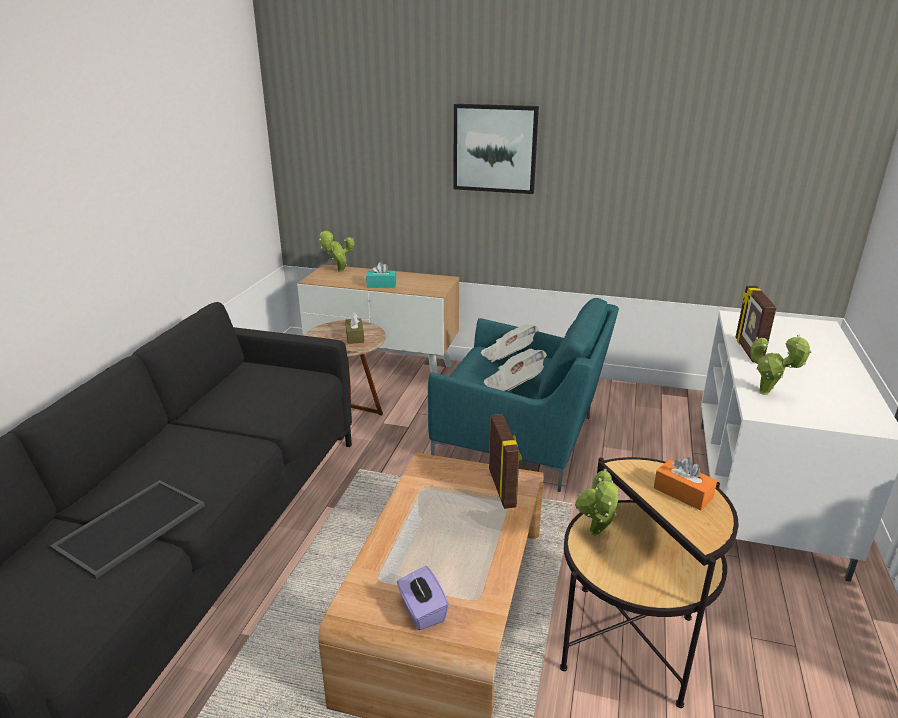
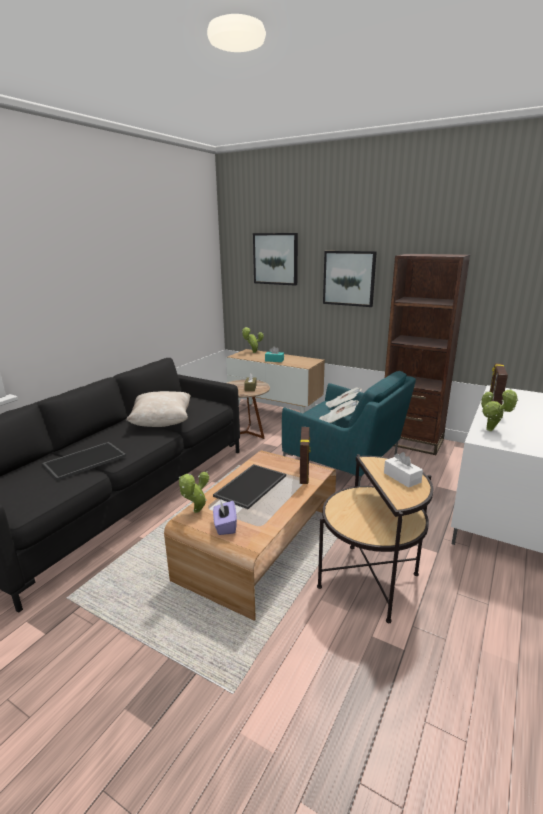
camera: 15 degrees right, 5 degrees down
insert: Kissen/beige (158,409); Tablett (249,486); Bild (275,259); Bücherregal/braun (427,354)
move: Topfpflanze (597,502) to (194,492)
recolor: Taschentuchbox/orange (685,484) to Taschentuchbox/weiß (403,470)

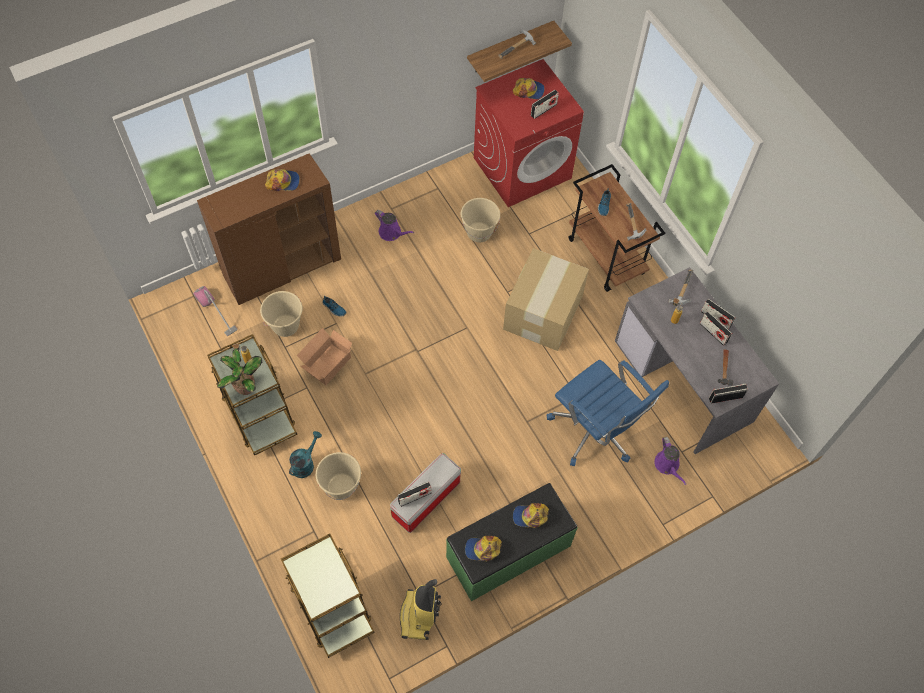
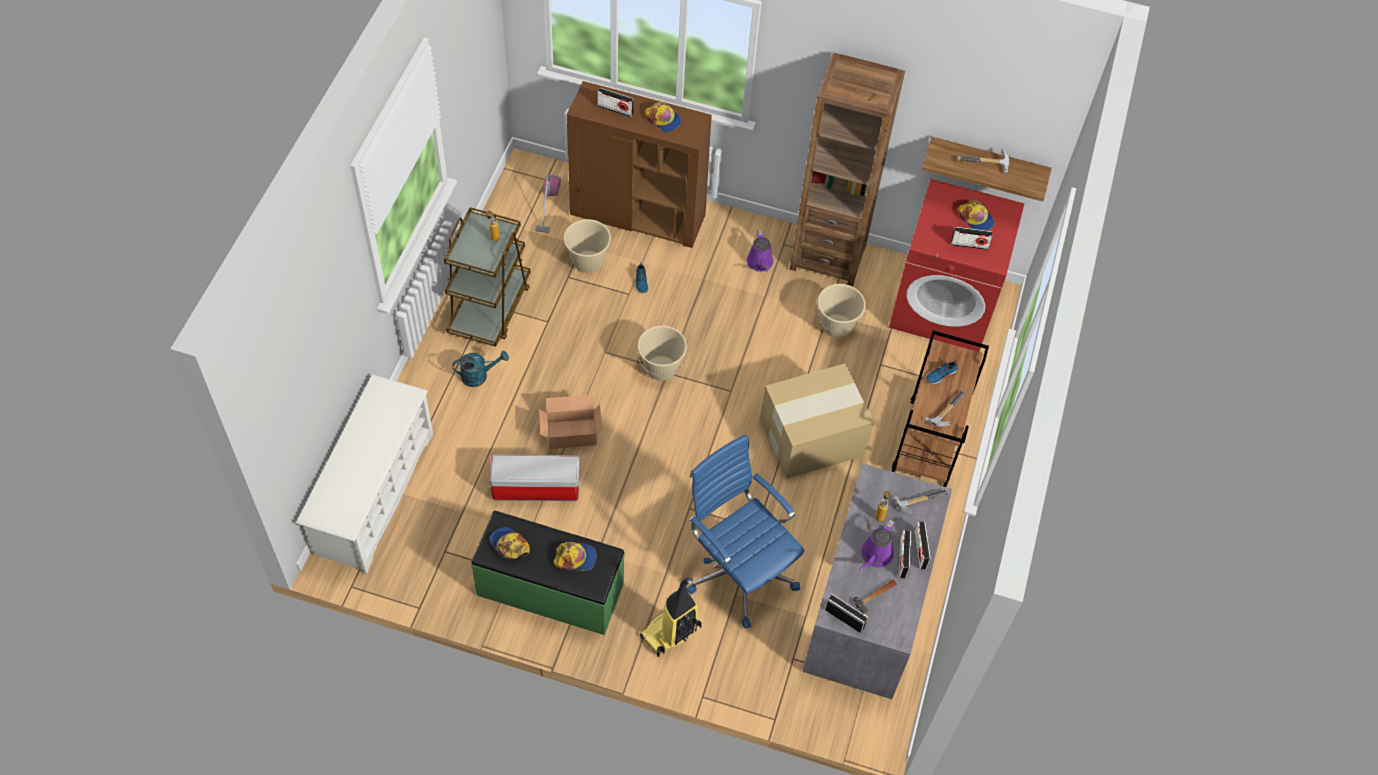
camera: 45 degrees right, 5 degrees down
delete: Topfpflanze (239,371)
insert: Bücherregal/braun (847,169)
move: Karton (325,356) to (571,422); Eimer/beige (338,476) to (662,353); Radio (414,494) to (615,102); Staubsauger (420,609) to (671,617); Gießkanne/lila (670,461) to (877,545)
replace: Rollwagen/braun (328,596) to Schuhregal/weiß (364,474)
rotate: Kappe (531,515) = (575,556) 135 degrees clockwise; Bürostuhl/blau (608,413) = (745,532) 135 degrees clockwise

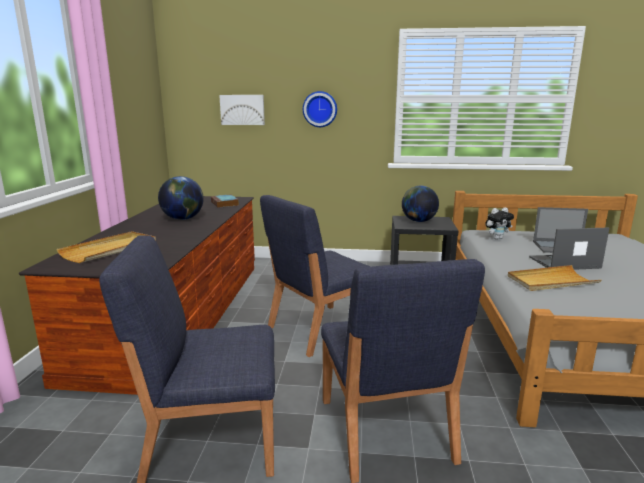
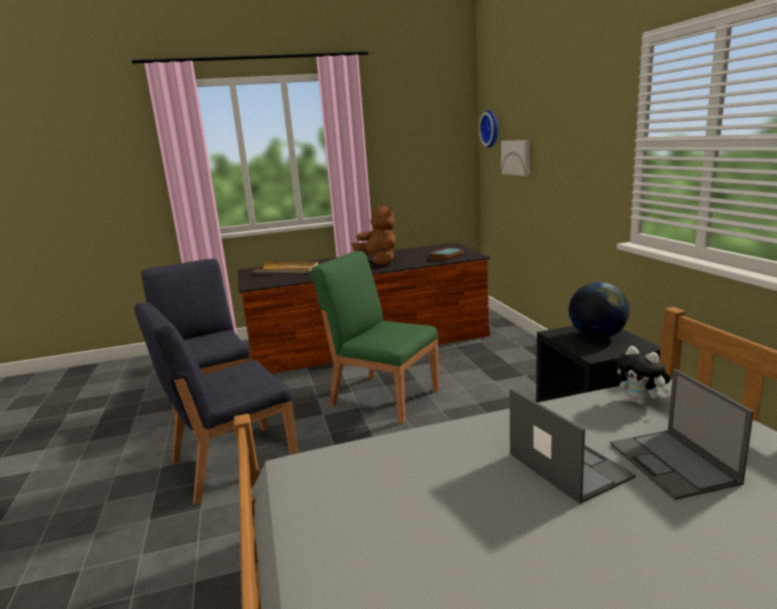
camera: 70 degrees right, 0 degrees up
delete: Tablett/beige (555,278)
move: Wanduhr (320,109) to (488,129)
replace: Globus (181,198) to Plüschtier/braun (374,235)
recolor: Stuhl/blau (315,276) to Stuhl/grün (375,337)

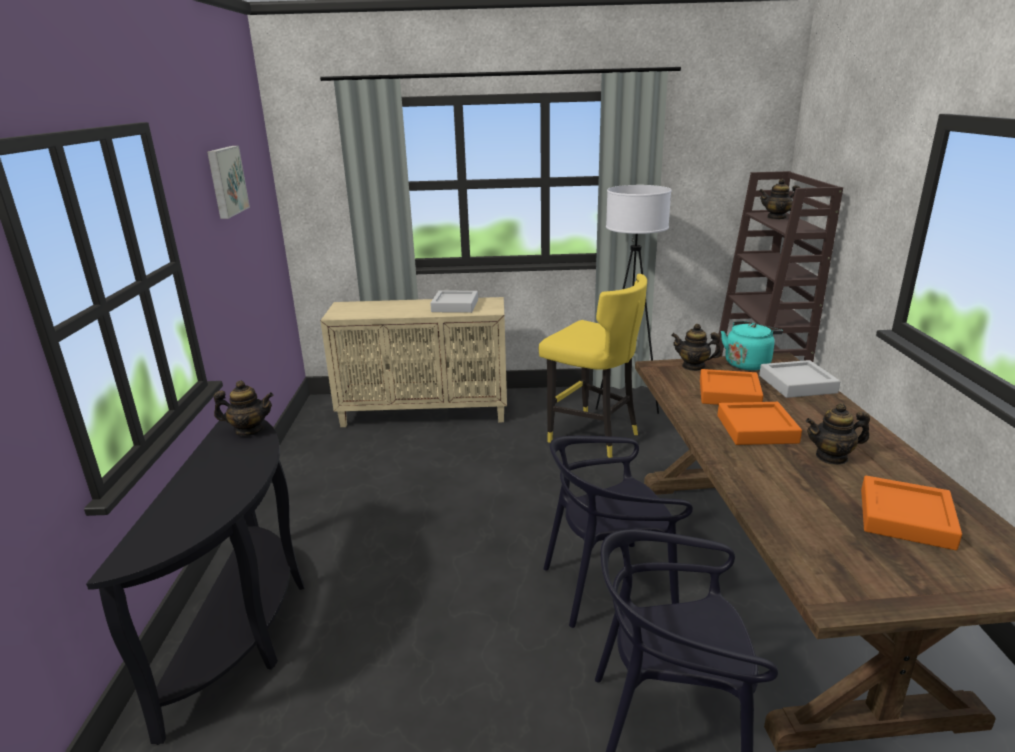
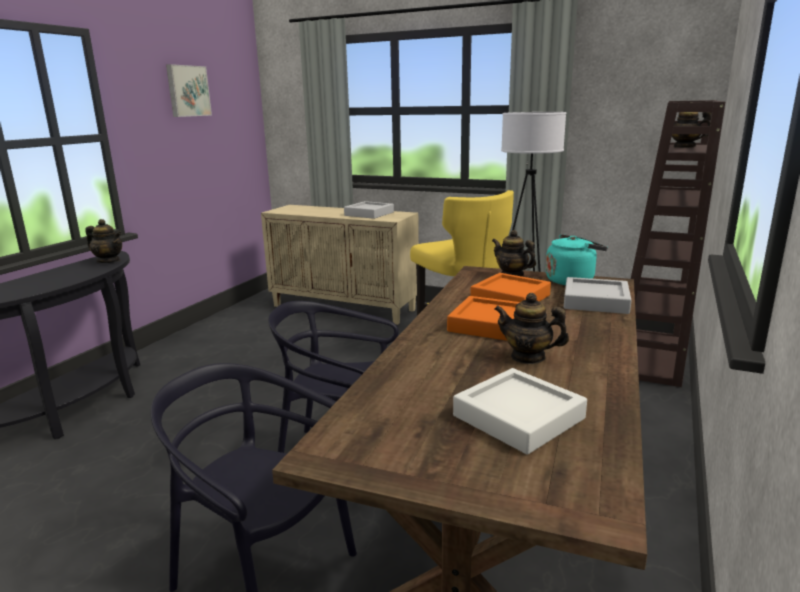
camera: 25 degrees right, 5 degrees down
recolor: Tablett/orange (911,513) to Tablett/weiß (520,411)

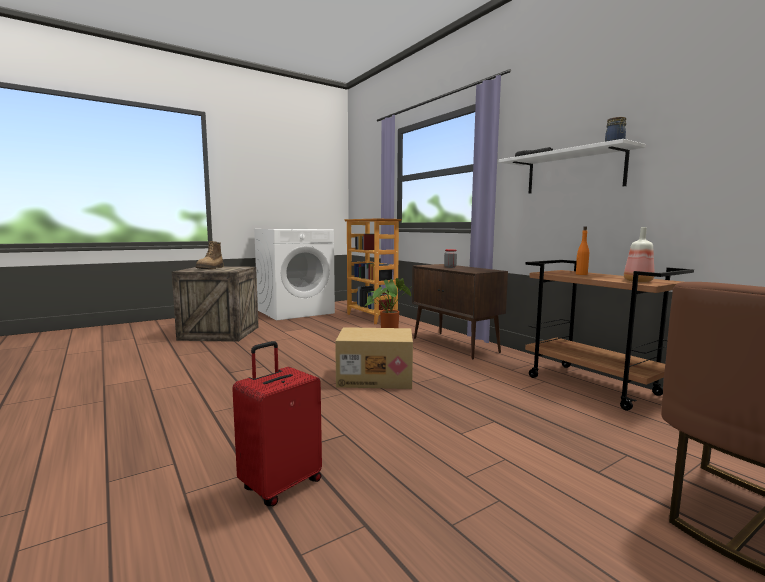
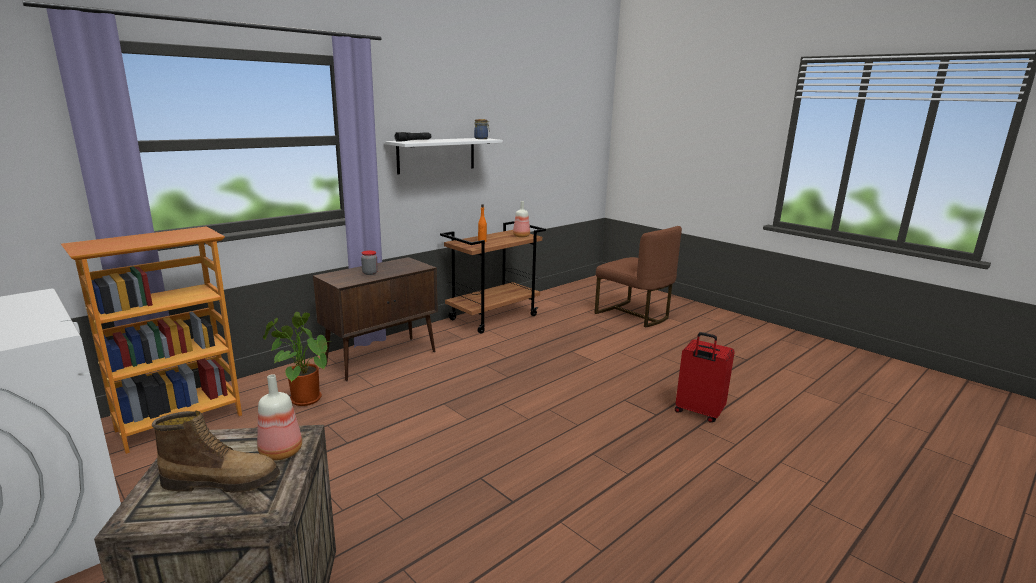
camera: 100 degrees left, 10 degrees up
delete: Karton (374,358)
insert: Flasche (279,417)

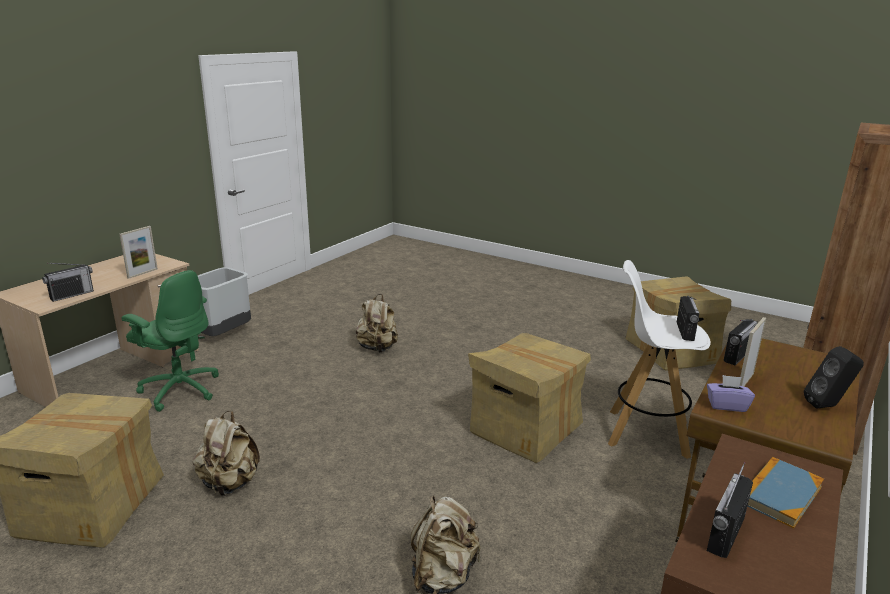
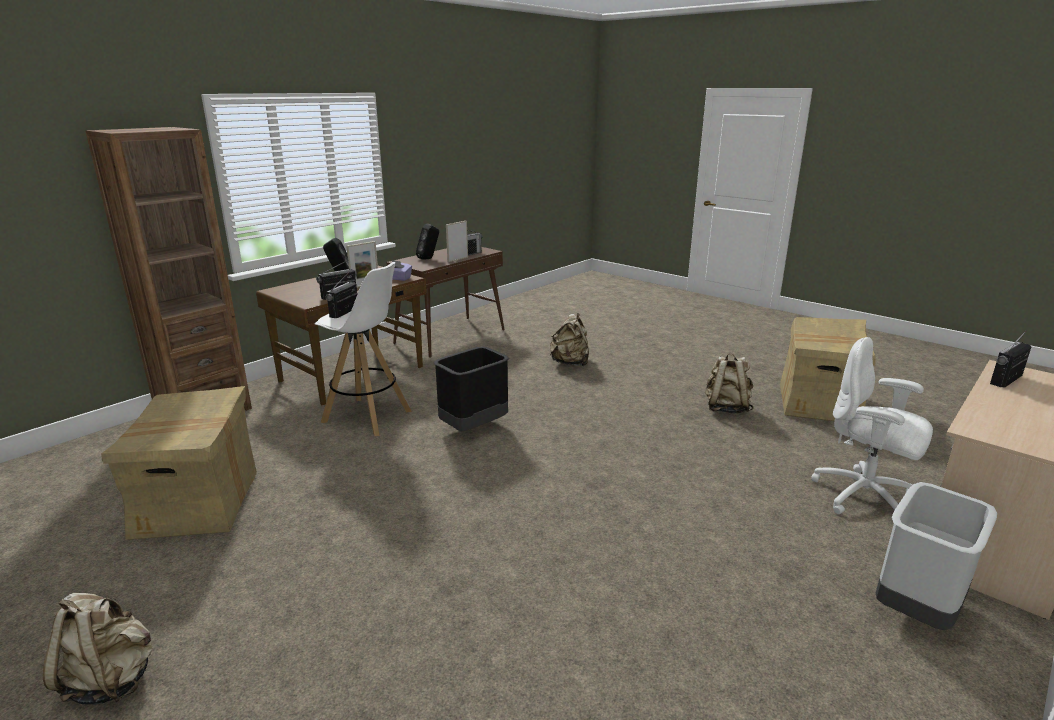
camera: 170 degrees left, 0 degrees up
move: Bilderrahmen (138,252) to (457,241); Rucksack/beige (377,323) to (98,649)
replace: Karton (529,398) to Mülleimer/schwarz (471,388); Buch (785,492) to Lautsprecher/schwarz (427,241)
recolor: Bürostuhl/grün (170,341) to Bürostuhl/weiß (872,425)

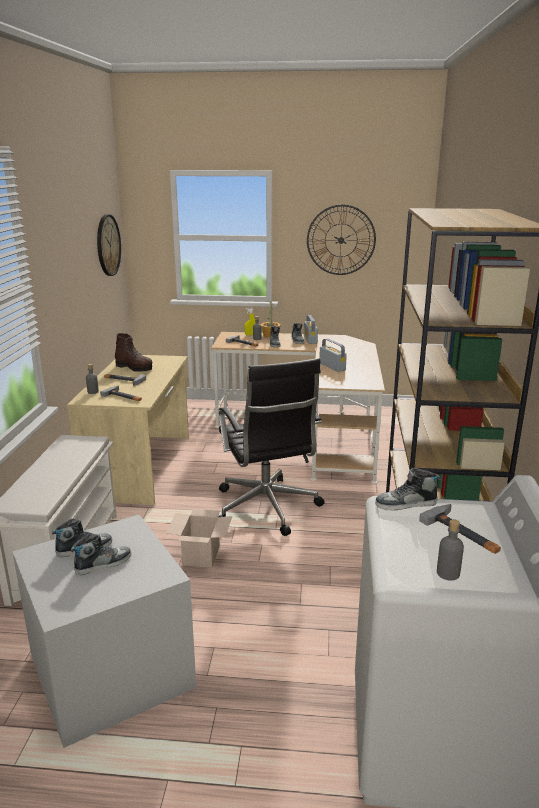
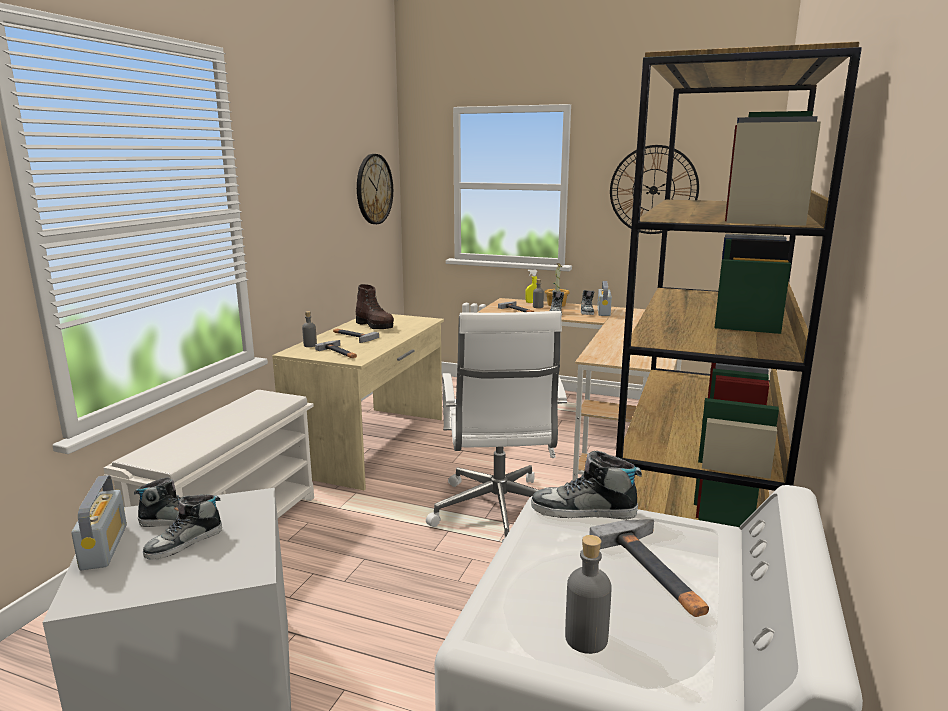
camera: 15 degrees right, 5 degrees down
delete: Karton (199,538)
move: Radio (333,355) to (99,522)
recolor: Bürostuhl/schwarz (271,447) to Bürostuhl/weiß (496,427)
rotate: Schuh (101,554) = (182,527) 150 degrees clockwise

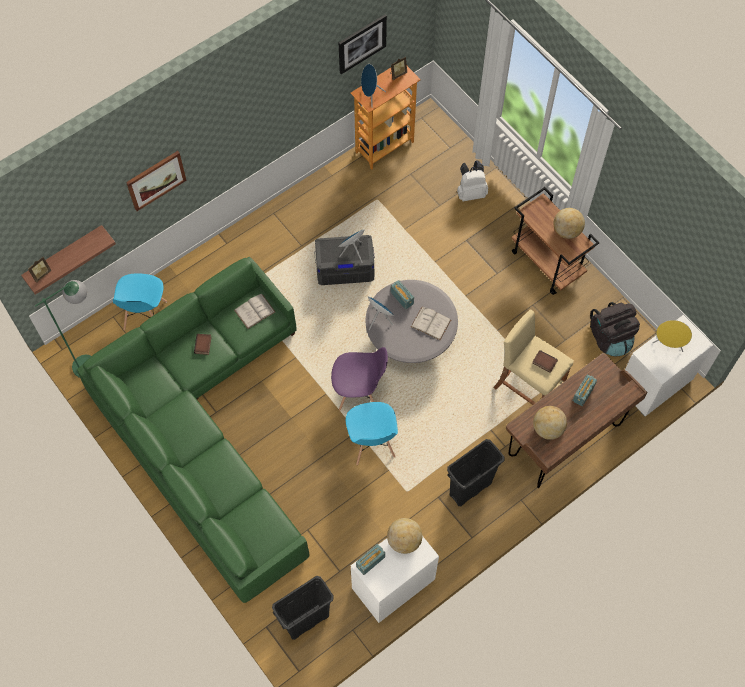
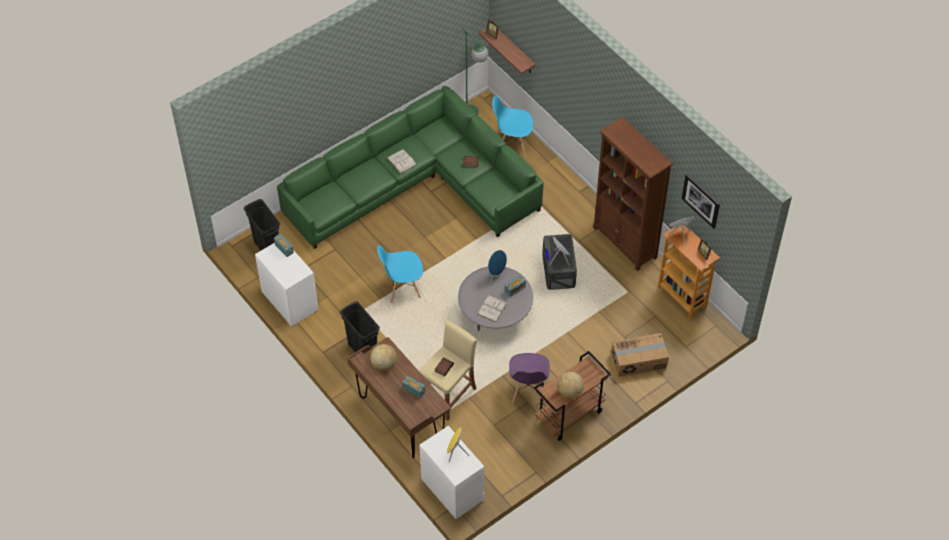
camera: 90 degrees right, 10 degrees down
delete: Bild (156,181); Globus (404,536); Rucksack/schwarz (615,329)
insert: Bücherregal/braun (633,194)
move: Buch/weiß (254,311) to (402,161); Stuhl/lila (359,379) to (529,378)
replace: Rucksack/weiß (472,180) to Karton (640,355)

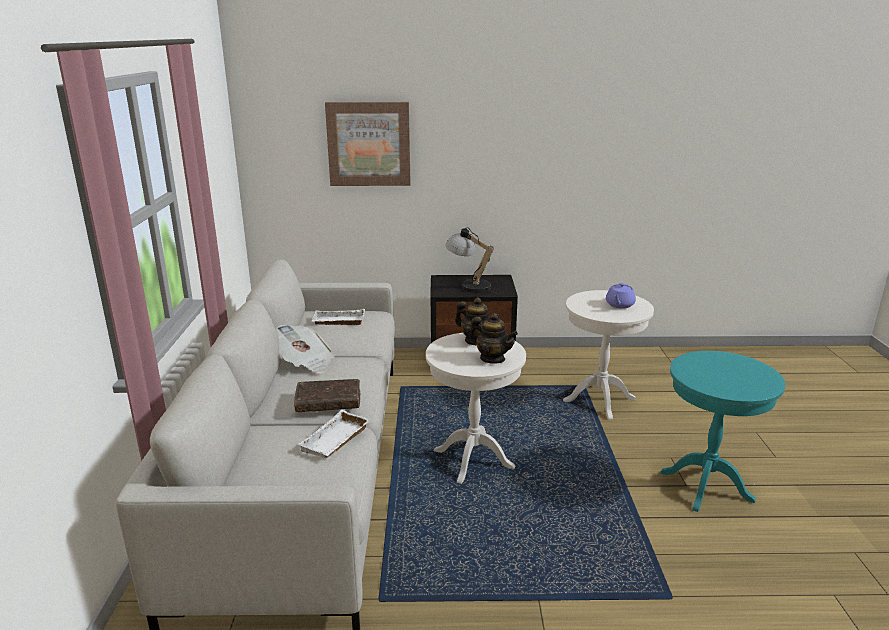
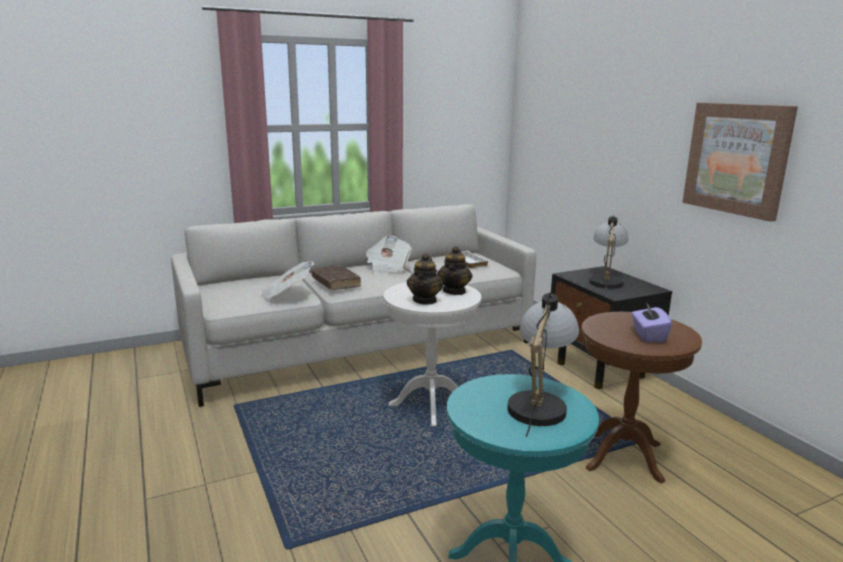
camera: 65 degrees right, 5 degrees down
insert: Tischlampe (543,364)
move: Bild (368,144) to (740,162)
replace: Tablett/weiß (334,434) to Zeitung (286,280); Teekanne/lila (621,296) to Taschentuchbox/lila (652,322)
recolor: Beistelltisch/weiß (608,355) to Beistelltisch/braun (641,397)

